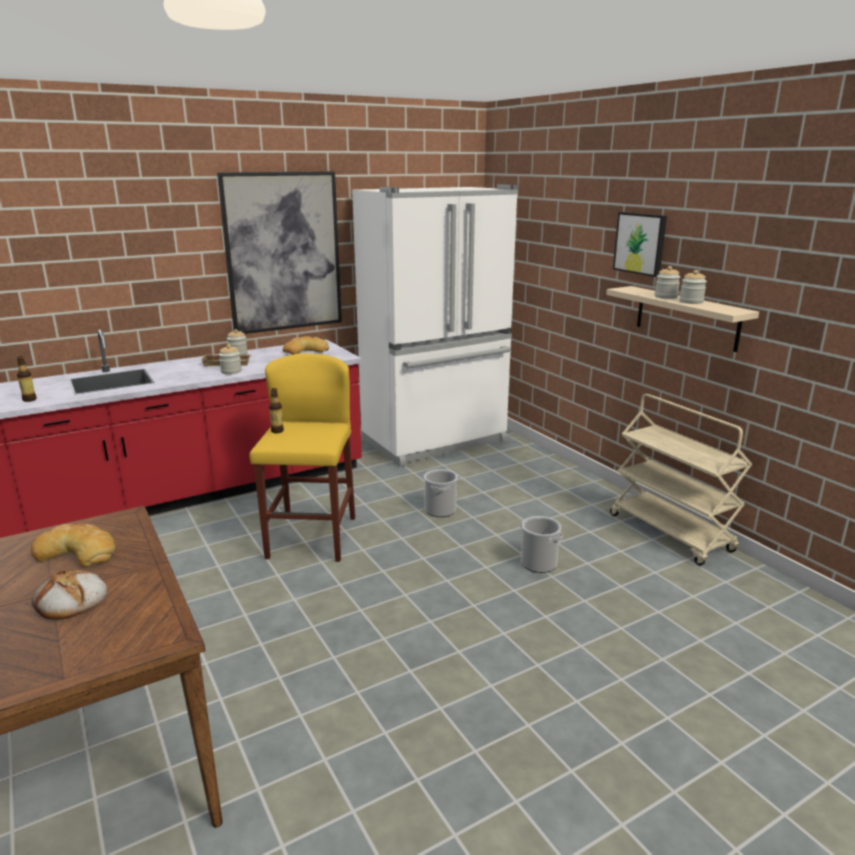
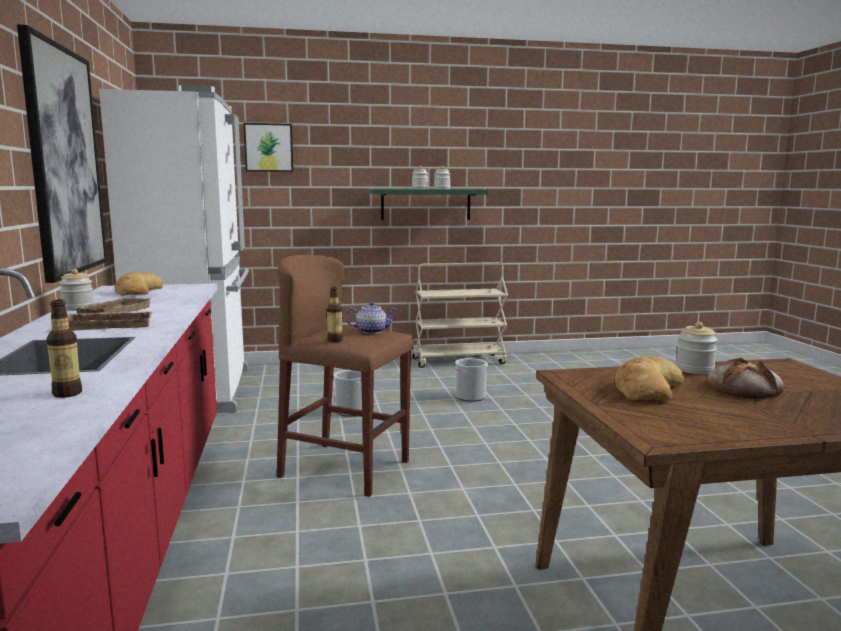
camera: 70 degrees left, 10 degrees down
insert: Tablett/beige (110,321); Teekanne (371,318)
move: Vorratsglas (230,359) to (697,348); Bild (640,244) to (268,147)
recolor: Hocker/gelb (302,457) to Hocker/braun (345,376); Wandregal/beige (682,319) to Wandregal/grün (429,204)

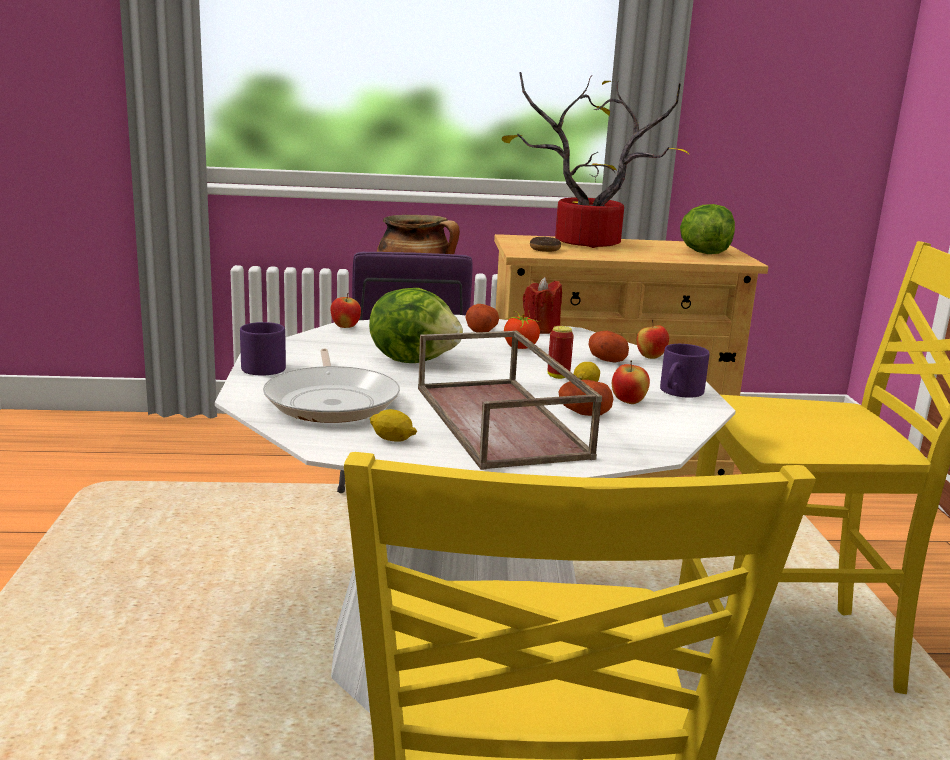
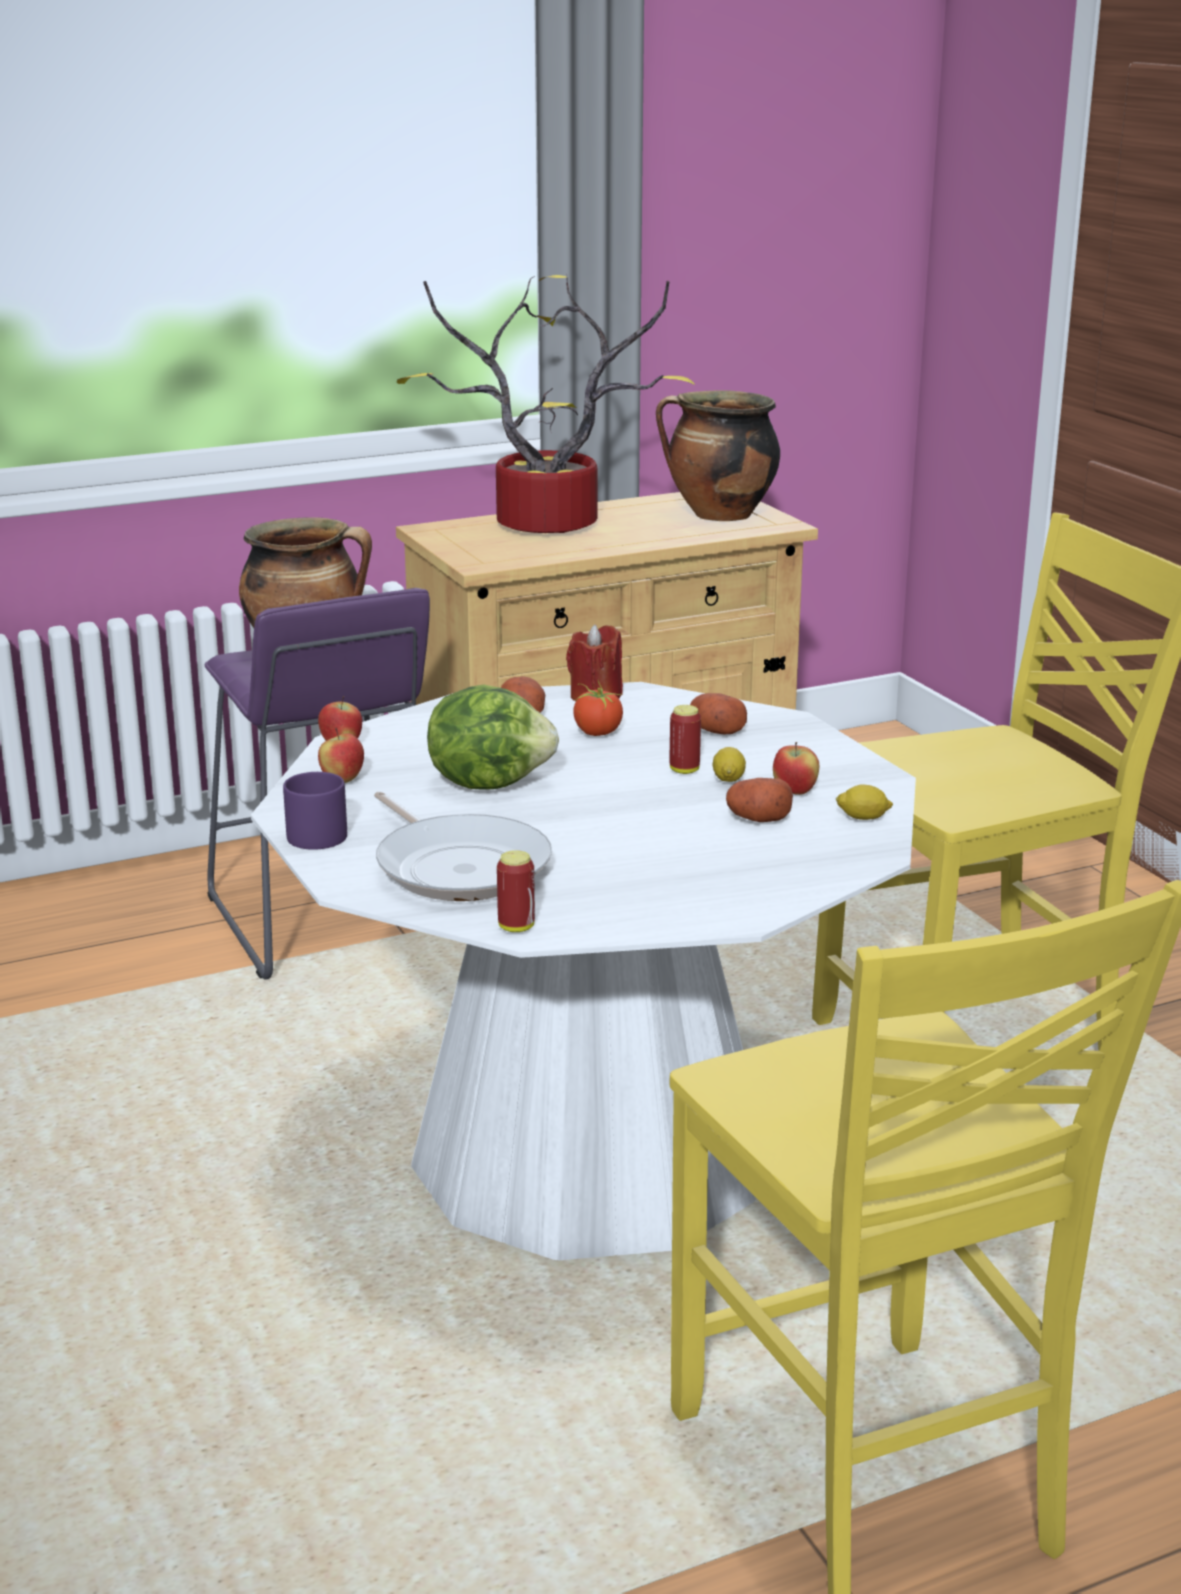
camera: 20 degrees left, 5 degrees up
delete: Tablett/braun (510,400); Donut (545,244); Henkelbecher/lila (685,371)
insert: Dose (516,891)
move: Zitrone (393,425) to (864,802); Apfel (653,339) to (341,755)
replace: Salatkopf (707,229) to Kochtopf (718,455)

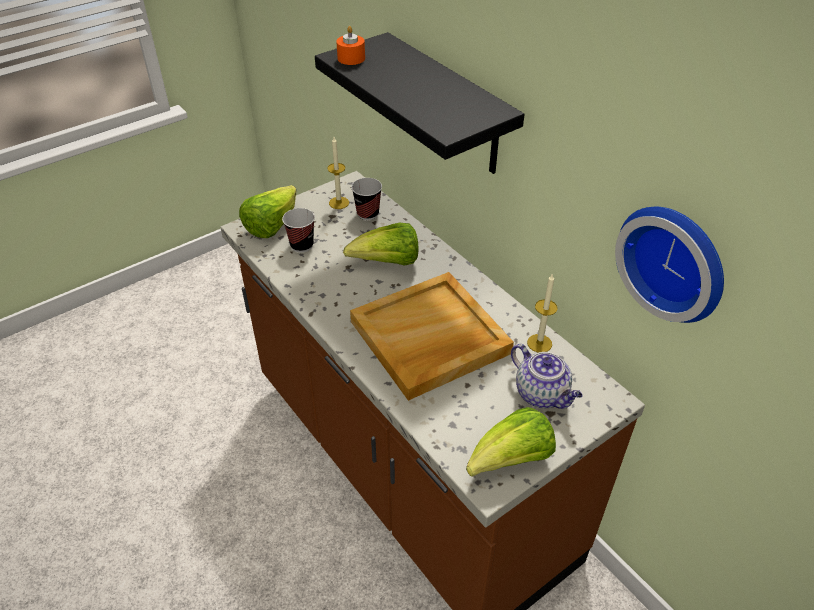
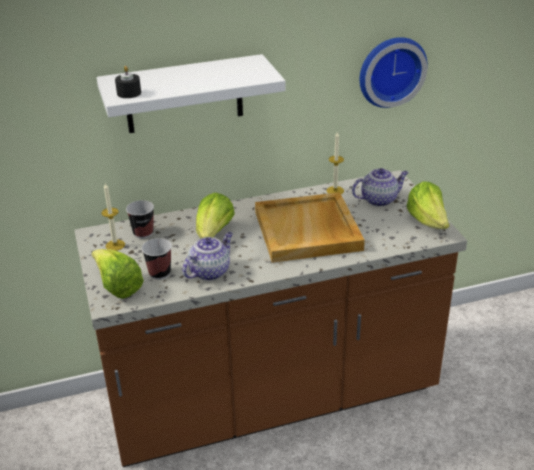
camera: 70 degrees left, 10 degrees down
insert: Teekanne (207,256)
recolor: Wandregal/schwarz (420,103) to Wandregal/weiß (191,93); Kerze/orange (350,45) to Kerze/schwarz (128,82)

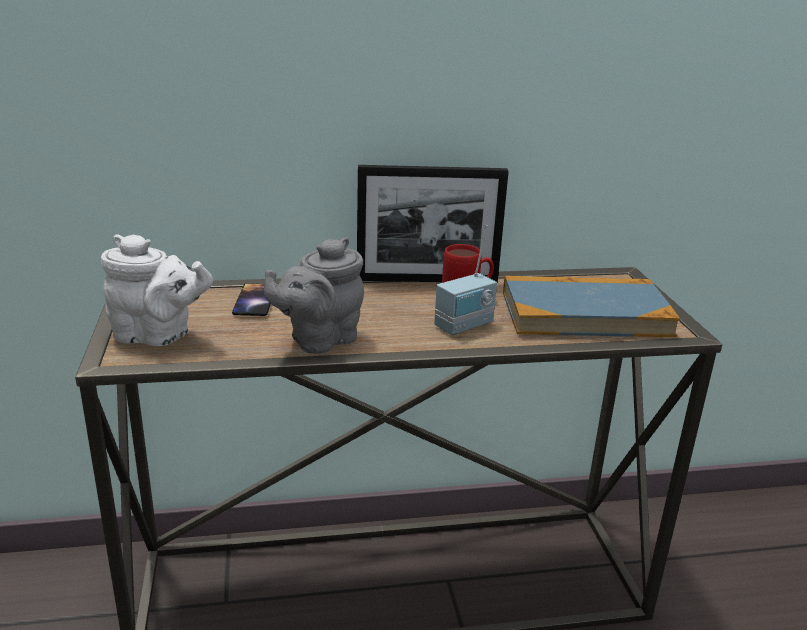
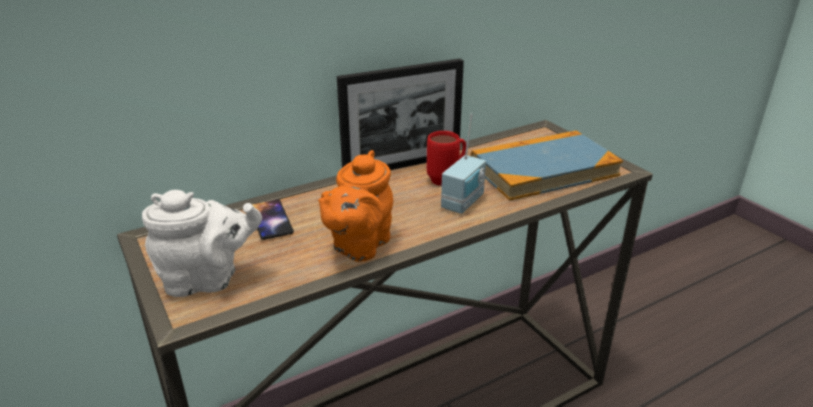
camera: 20 degrees left, 5 degrees up
recolor: Teekanne/grau (314,295) to Teekanne/orange (355,206)

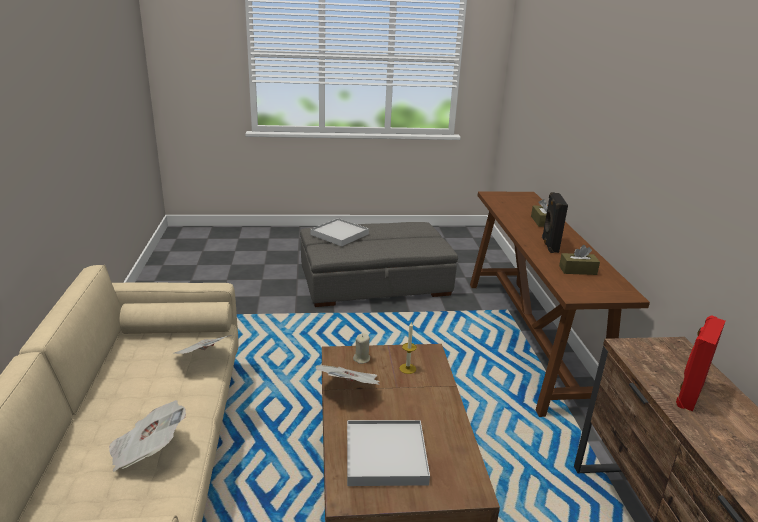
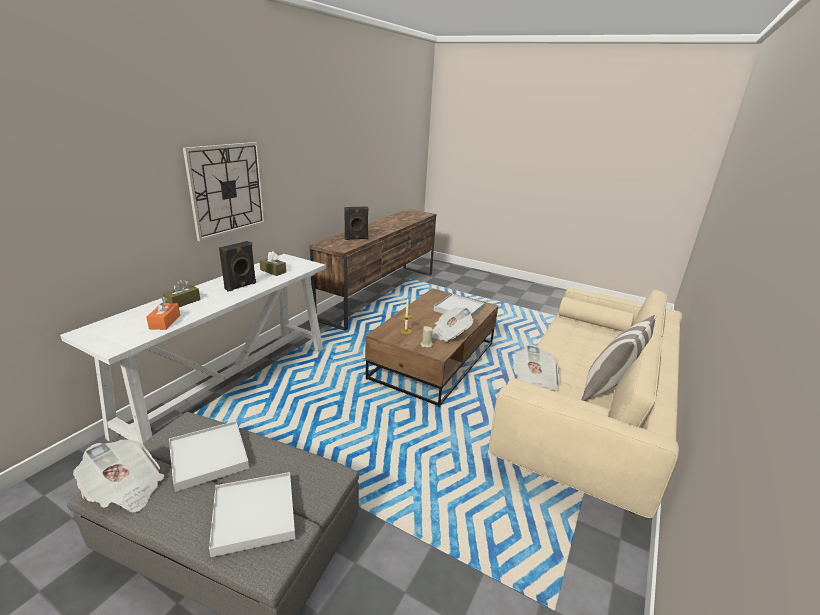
camera: 145 degrees left, 0 degrees up
insert: Taschentuchbox/orange (163,313); Tablett/weiß (209,456); Wanduhr (224,191); Kissen (619,358)
move: Zeitung (147,436) to (118,476)
recolor: Konsolentisch/braun (560,304) to Konsolentisch/weiß (193,349); Lautsprecher/rot (700,363) to Lautsprecher/schwarz (356,223)

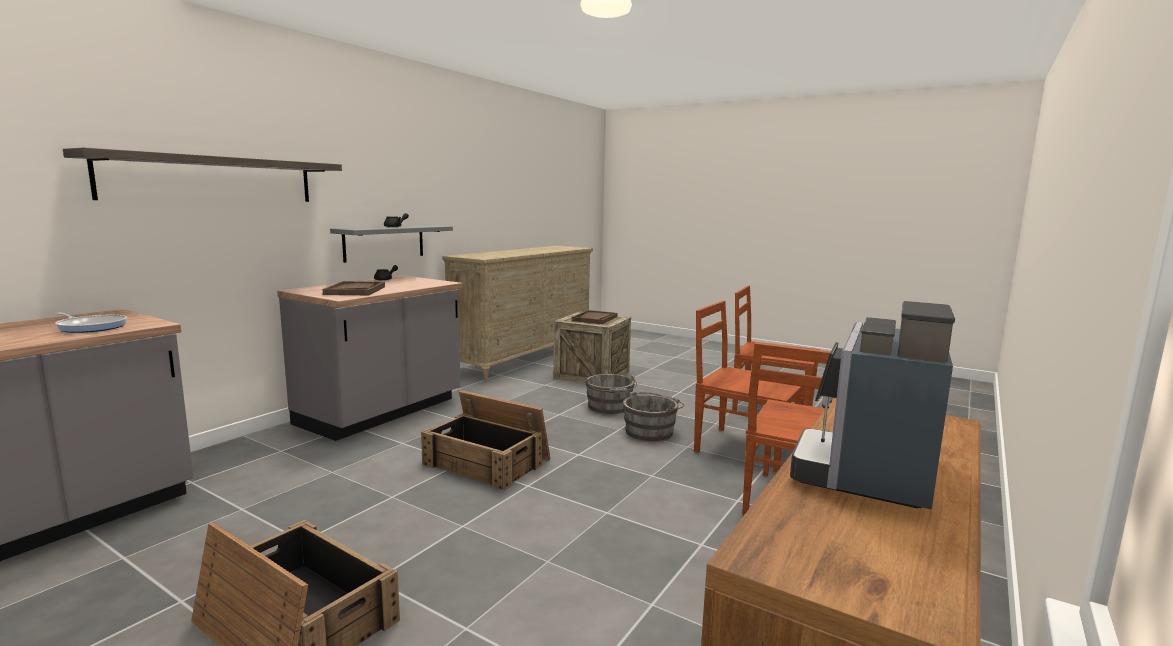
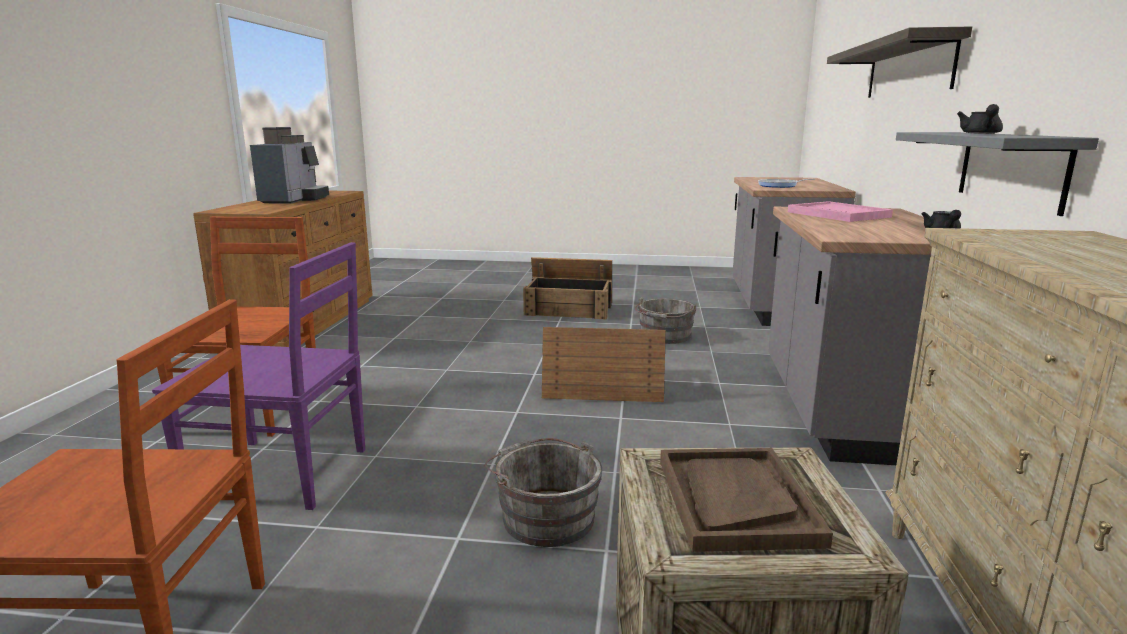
camera: 155 degrees right, 5 degrees up
move: Eimer/grau (653,416) to (666,320)
recolor: Tablett/braun (353,288) to Tablett/rosa (840,211); Stuhl/braun (749,386) to Stuhl/lila (258,376)

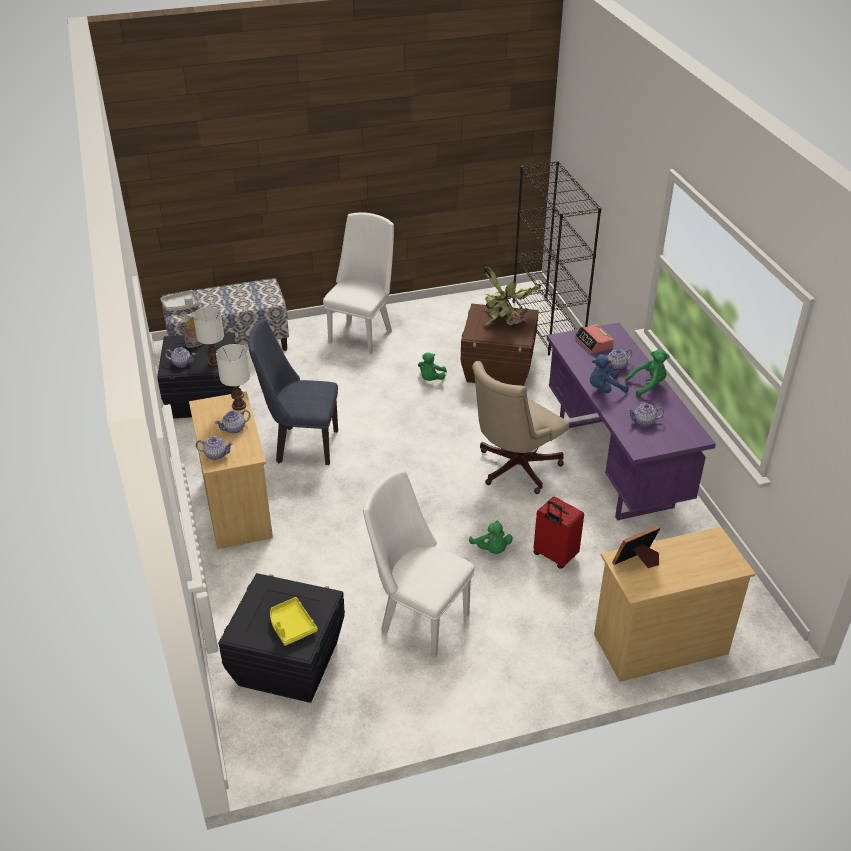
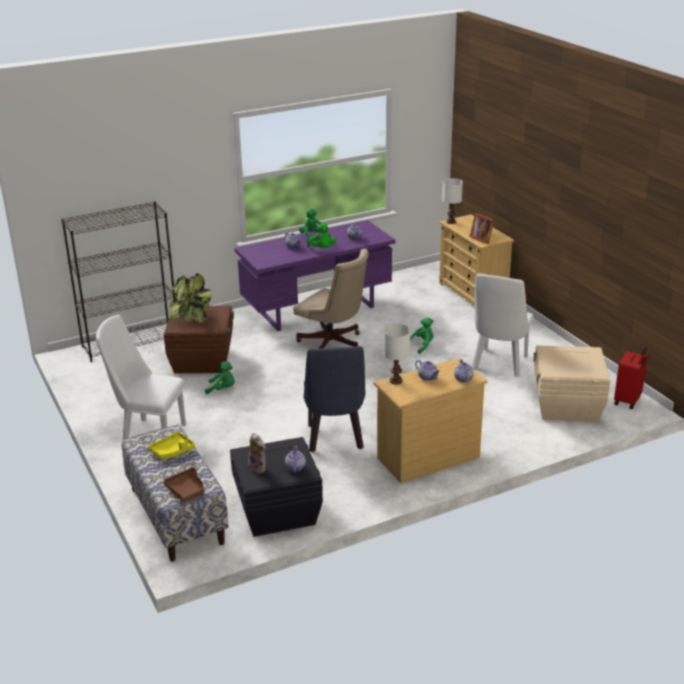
camera: 100 degrees left, 10 degrees down
delete: Wecker (594,339)
move: Tischlampe/weiß (208,337) to (452,201); Tablett/gelb (294,621) to (171,445); Koffer/rot (558,532) to (631,378)
recolor: Tablett/grau (180,300) to Tablett/braun (183,484); Aufbewahrungsbox/schwarz (281,638) to Aufbewahrungsbox/beige (572,383); Plüschtier/blau (609,373) to Plüschtier/grün (321,235)

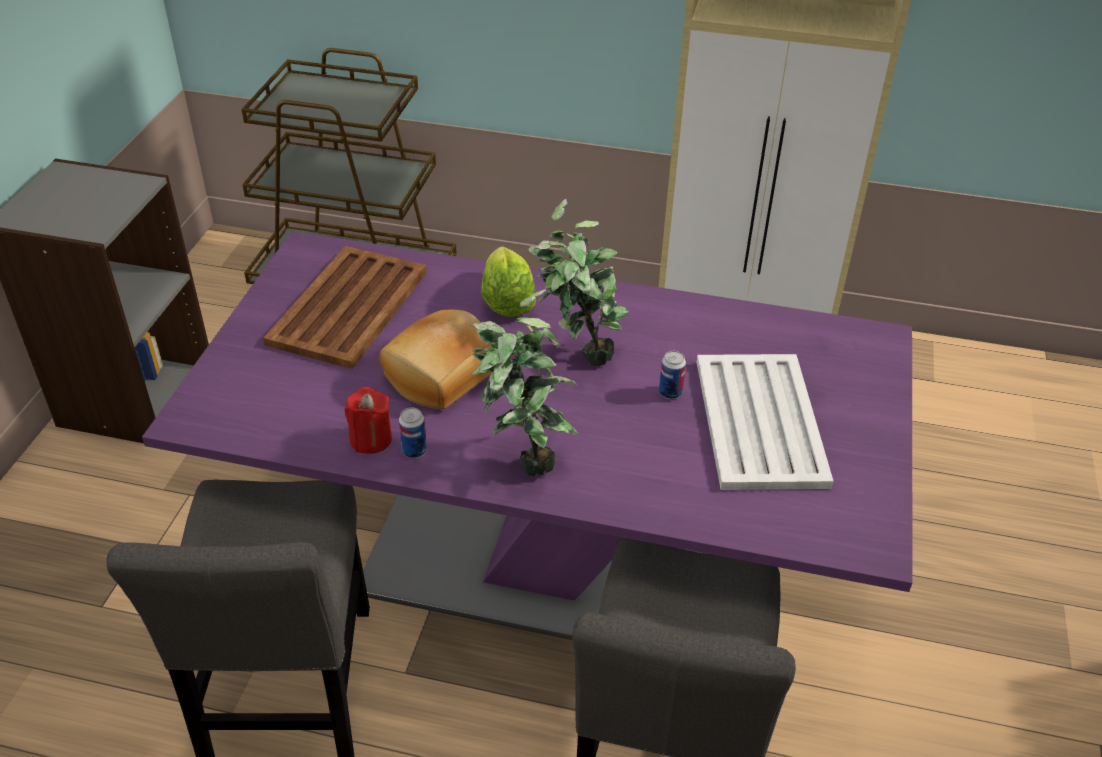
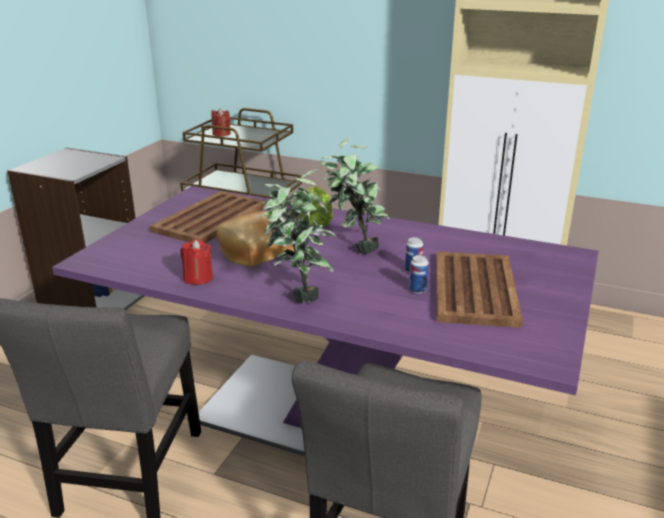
camera: 10 degrees right, 15 degrees down
insert: Kerze/rot (221,122)
move: Dose (413,432) to (419,274)
recolor: Tablett/weiß (765,422) to Tablett/braun (479,289)

